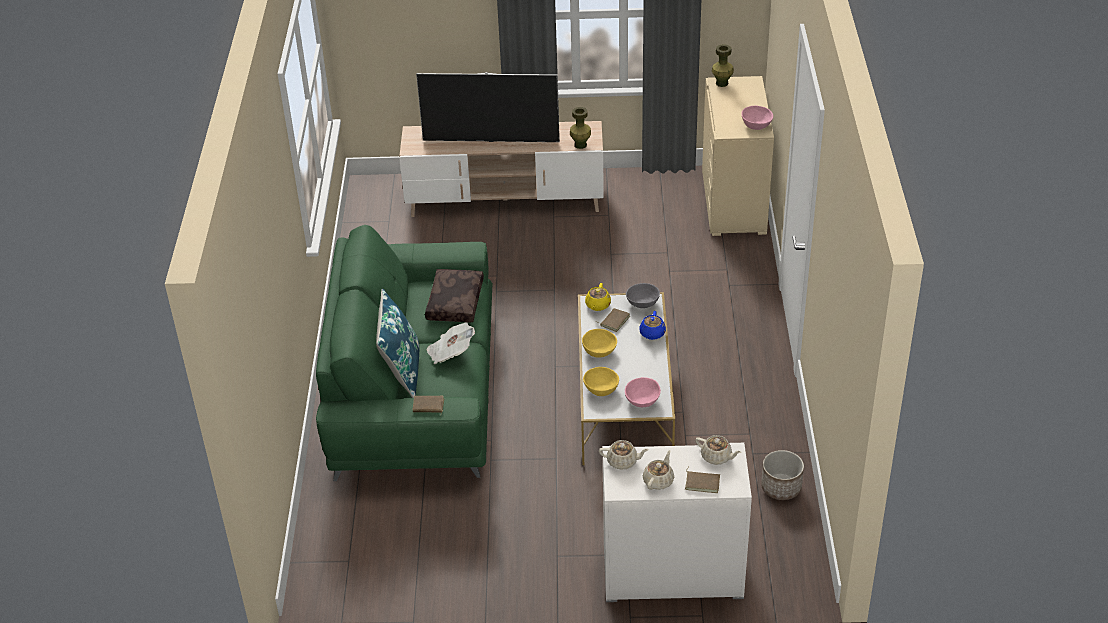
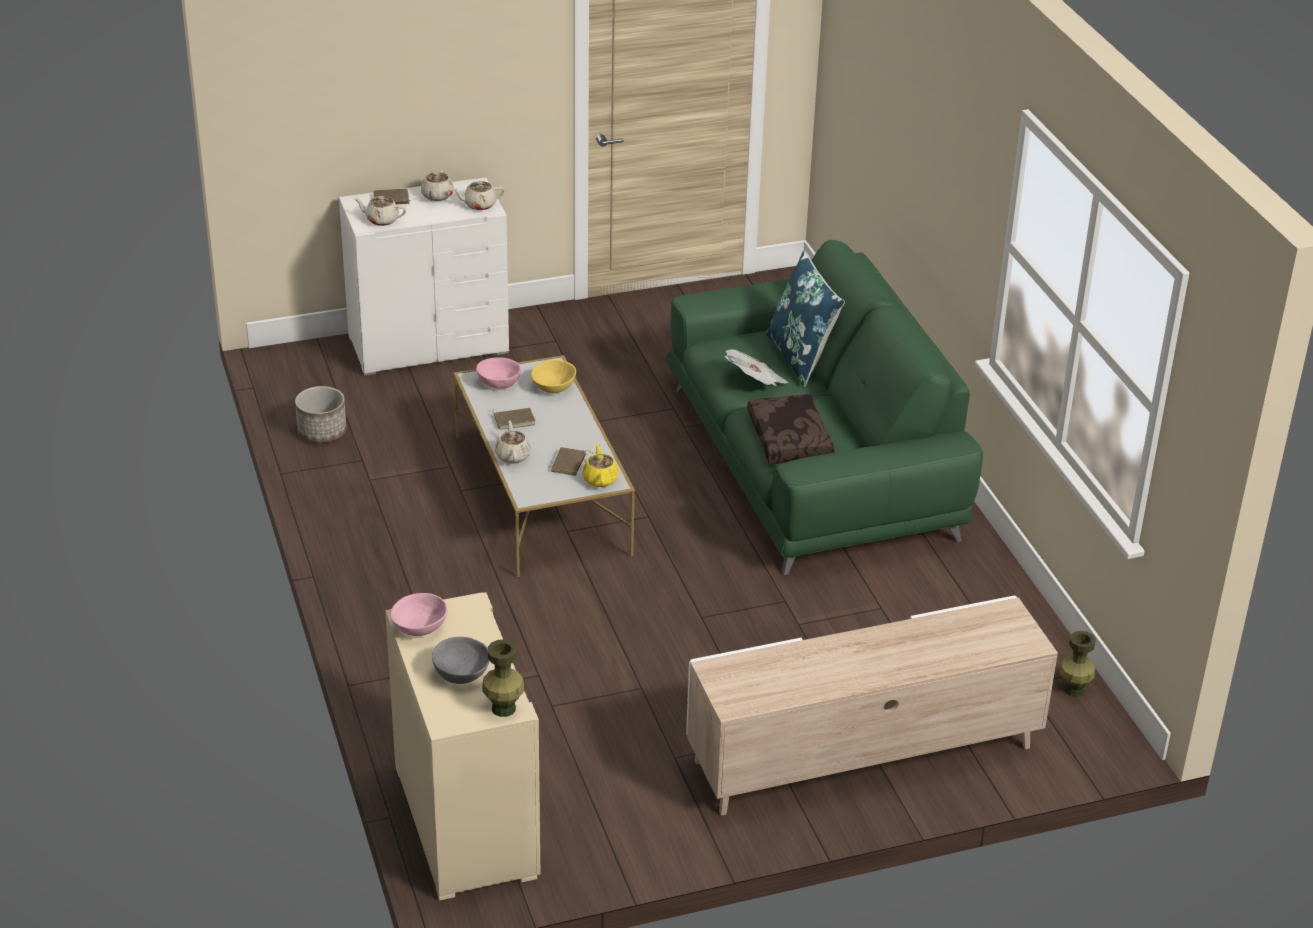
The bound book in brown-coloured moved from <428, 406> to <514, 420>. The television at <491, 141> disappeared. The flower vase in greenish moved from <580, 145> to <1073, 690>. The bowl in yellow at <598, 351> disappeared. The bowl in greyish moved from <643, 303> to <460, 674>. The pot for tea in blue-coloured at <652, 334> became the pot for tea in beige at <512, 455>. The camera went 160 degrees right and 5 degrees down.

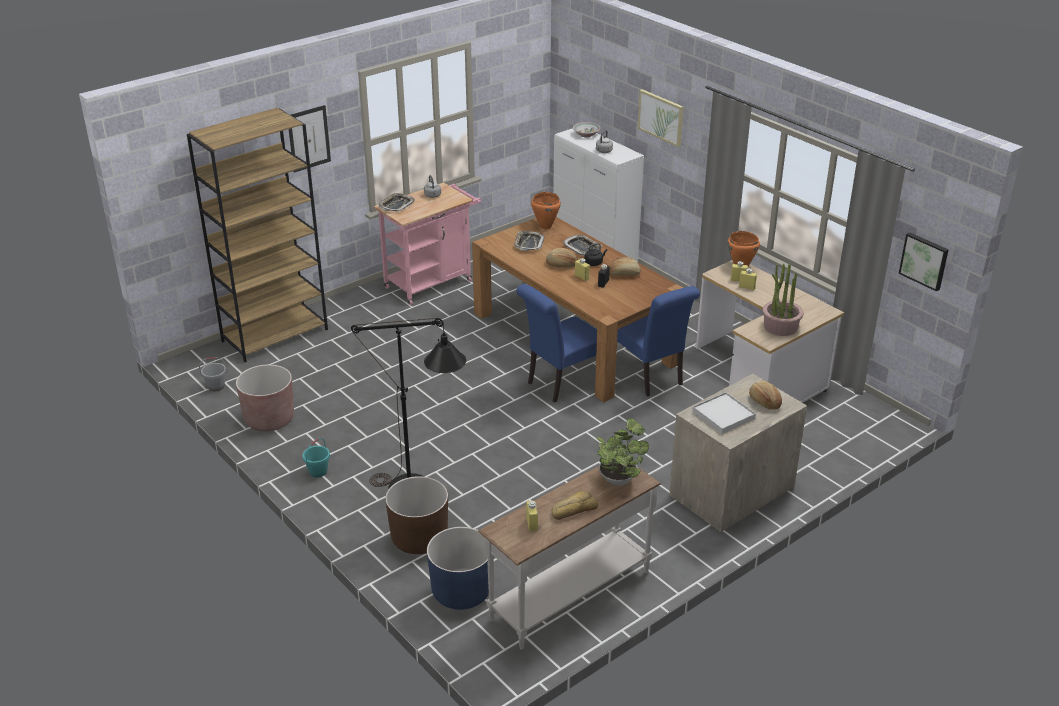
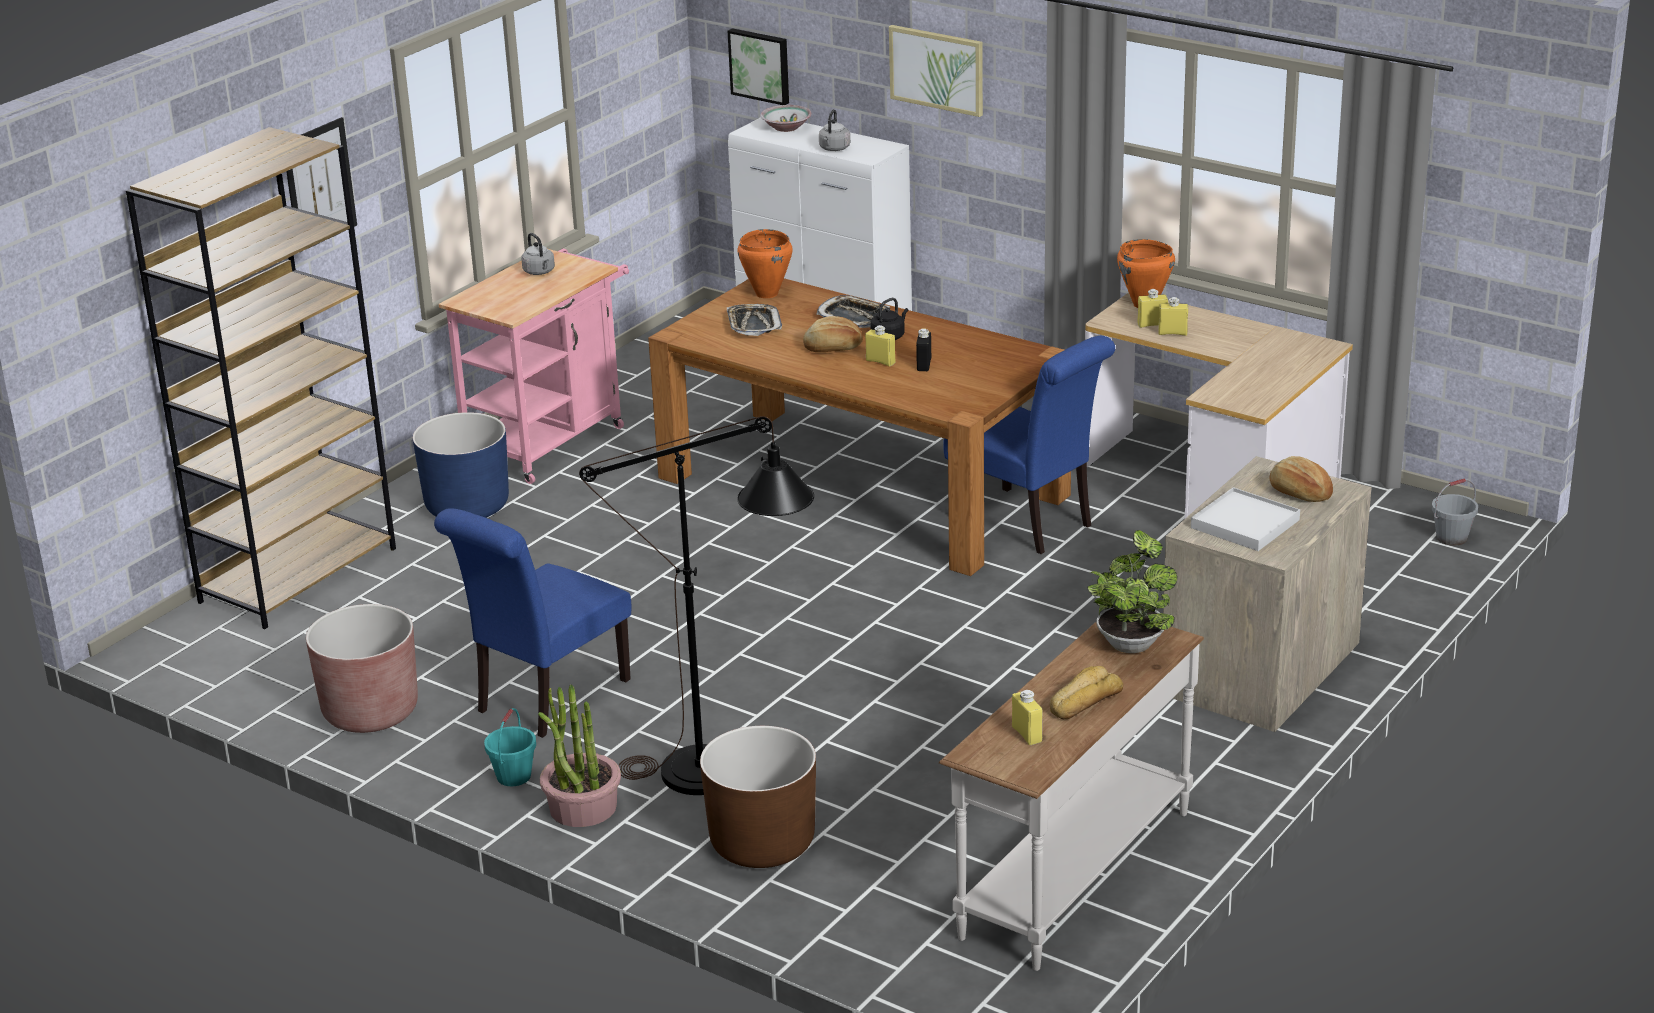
The water bucket in greyish moved from <216, 386> to <1451, 538>. The tray at <396, 205> disappeared. The plant pot in blue-coloured moved from <461, 591> to <467, 506>. The plain chair in blue-coloured moved from <561, 383> to <546, 699>. The bread at <624, 274> disappeared. The plant in a pot moved from <780, 327> to <582, 807>. The wall picture moved from <924, 260> to <760, 65>. The camera went 15 degrees left and 5 degrees down.

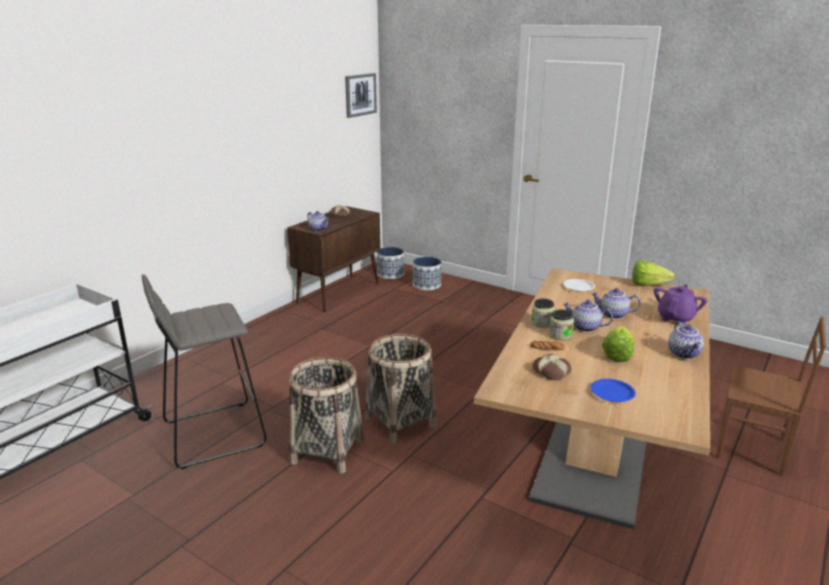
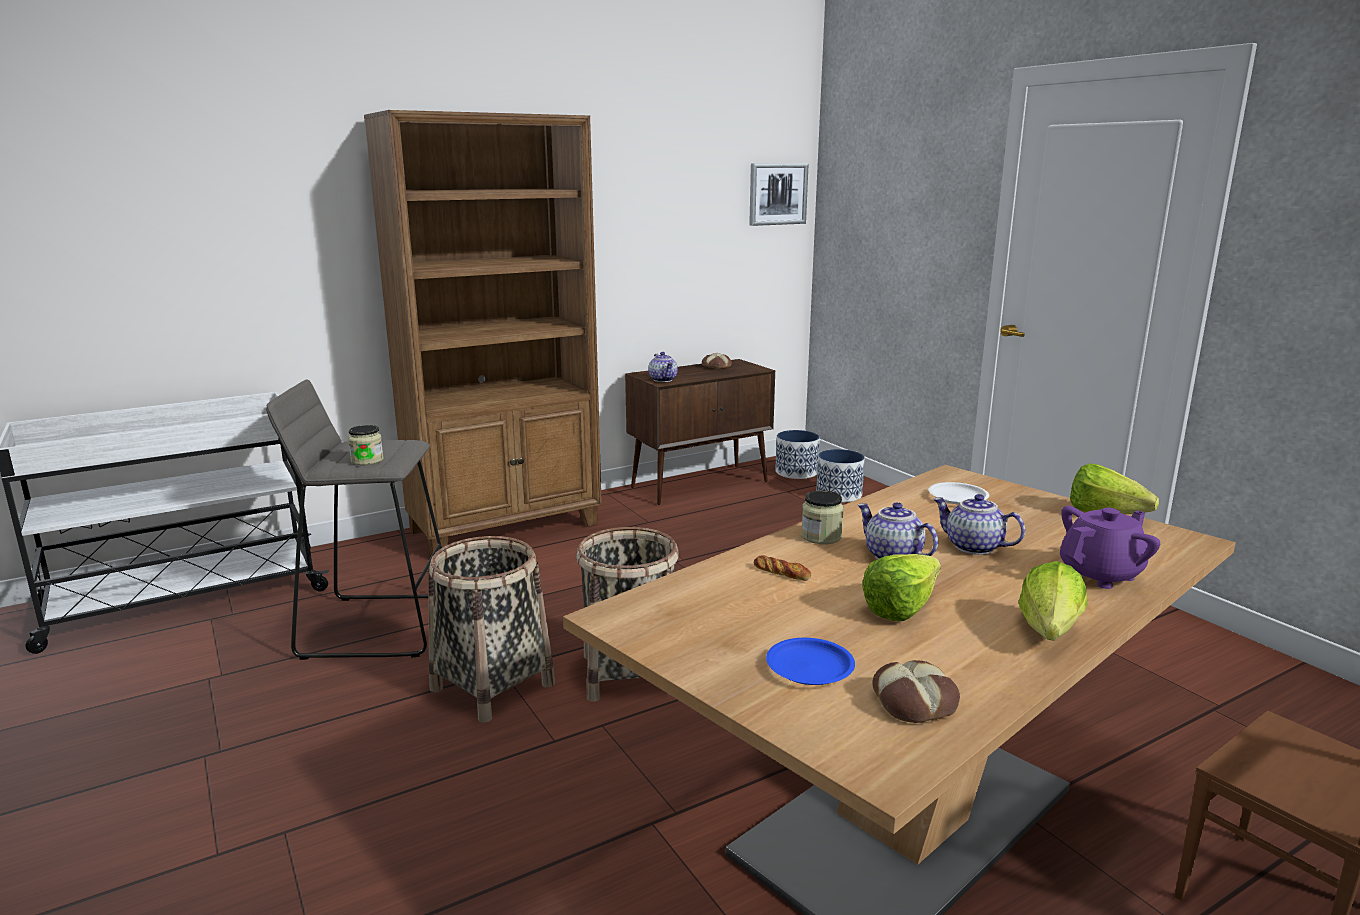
The bread moved from <552, 371> to <915, 701>. The preserve jar moved from <560, 335> to <367, 460>. The pot for tea at <684, 354> was replaced by the lettuce at <1046, 636>. The bookcase in brown-coloured at <507, 527> appeared. The camera went 25 degrees right and 5 degrees down.

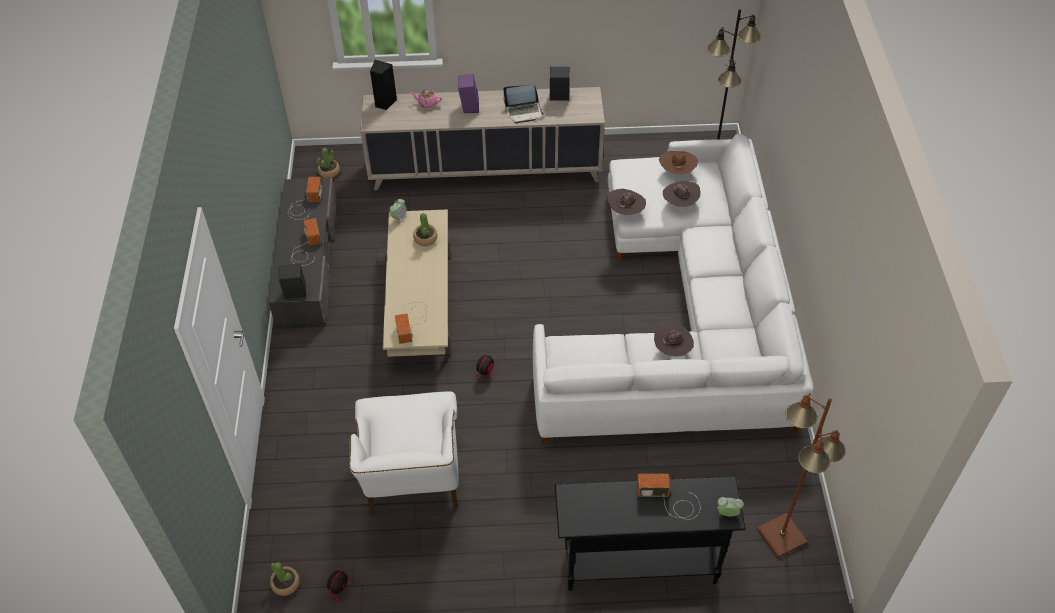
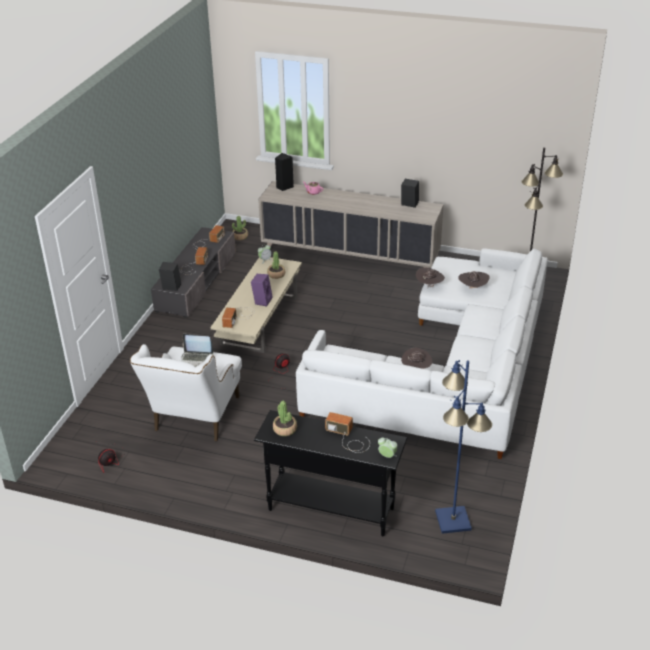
The plant in a pot moved from <286, 583> to <285, 429>. The loudspeaker in purplish moved from <468, 106> to <262, 300>. The laptop moved from <524, 112> to <197, 359>. The clothing hat in brown-coloured at <677, 172> disappeared. The standing lamp in brown-coloured at <781, 535> became the standing lamp in blue-coloured at <453, 520>. The camera went 20 degrees right and 15 degrees down.

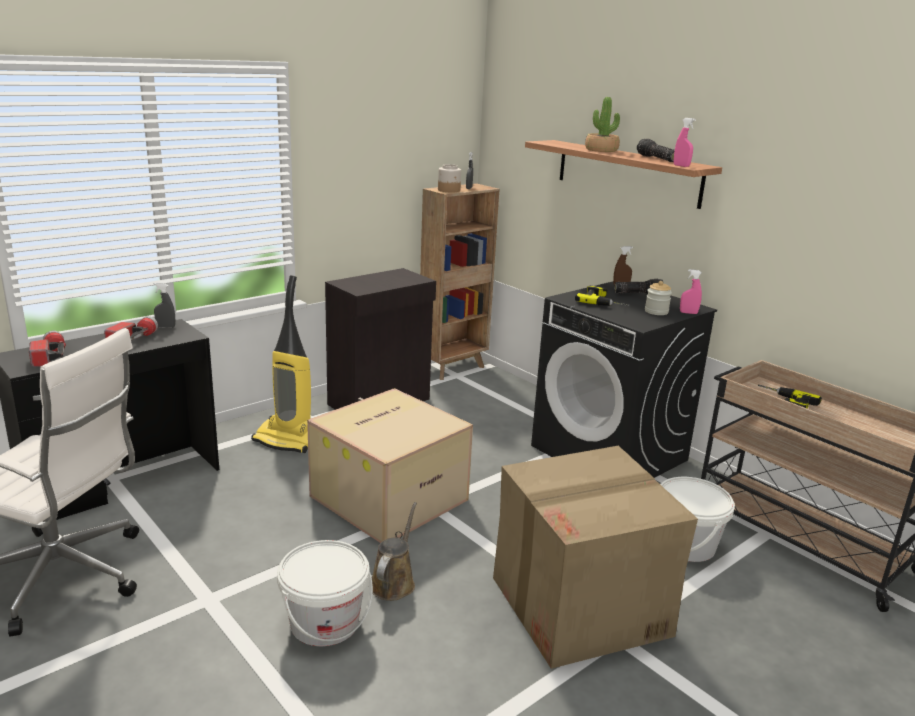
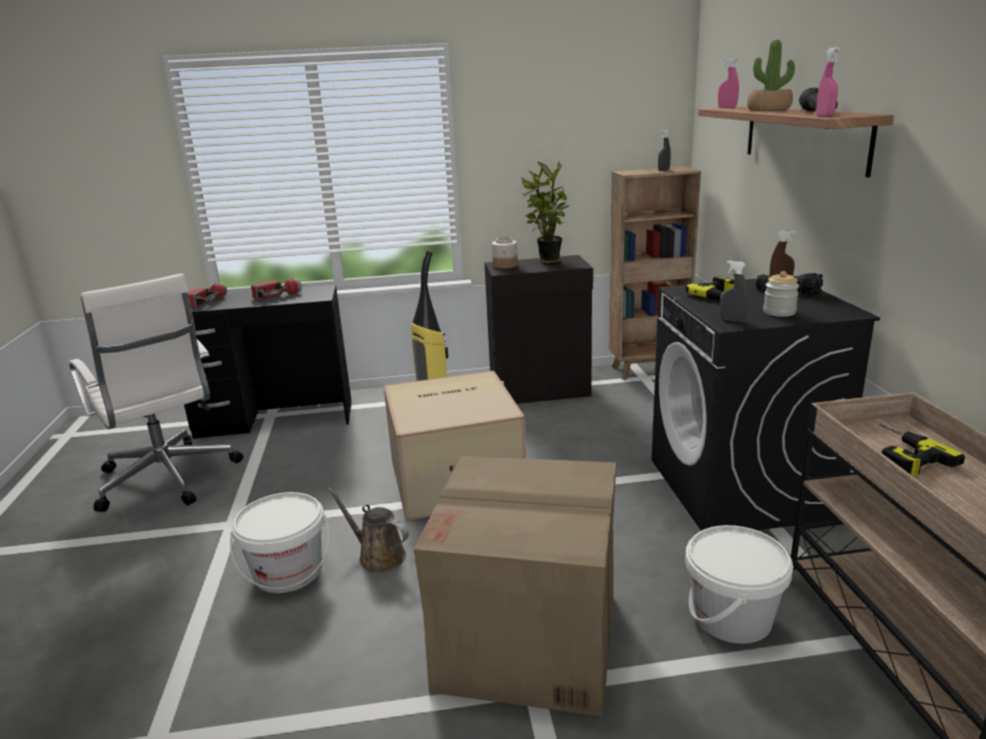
The hand sprayer in greyish moved from <165, 327> to <732, 320>. The sprinkling can in brown-coloured at <393, 582> turned 105 degrees counterclockwise. The preserve jar moved from <449, 190> to <505, 265>. The hand sprayer in pink moved from <688, 313> to <727, 107>. The plant in a pot at <547, 261> appeared. The camera went 35 degrees right and 0 degrees up.

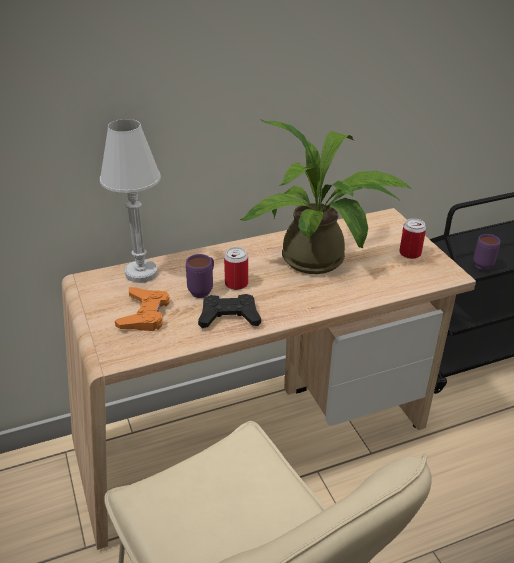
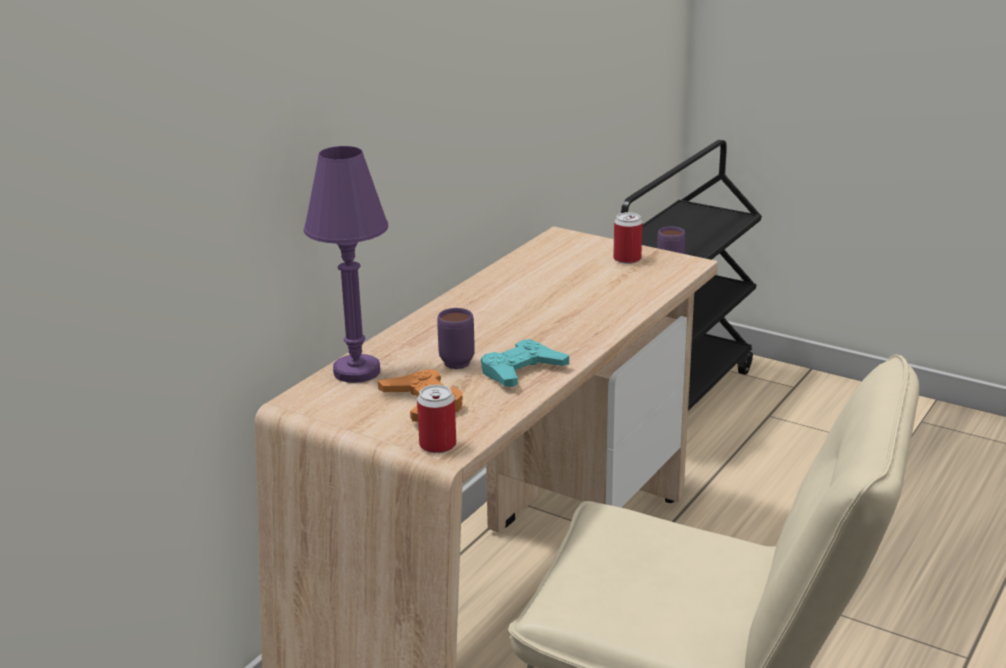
The tabletop lamp in white at <141, 273> became the tabletop lamp in purplish at <356, 371>. The gamepad in blackish at <229, 317> became the gamepad in turquoise at <522, 371>. The metal can moved from <236, 284> to <437, 445>. The plant in a pot at <320, 262> disappeared. The camera went 35 degrees left and 10 degrees down.

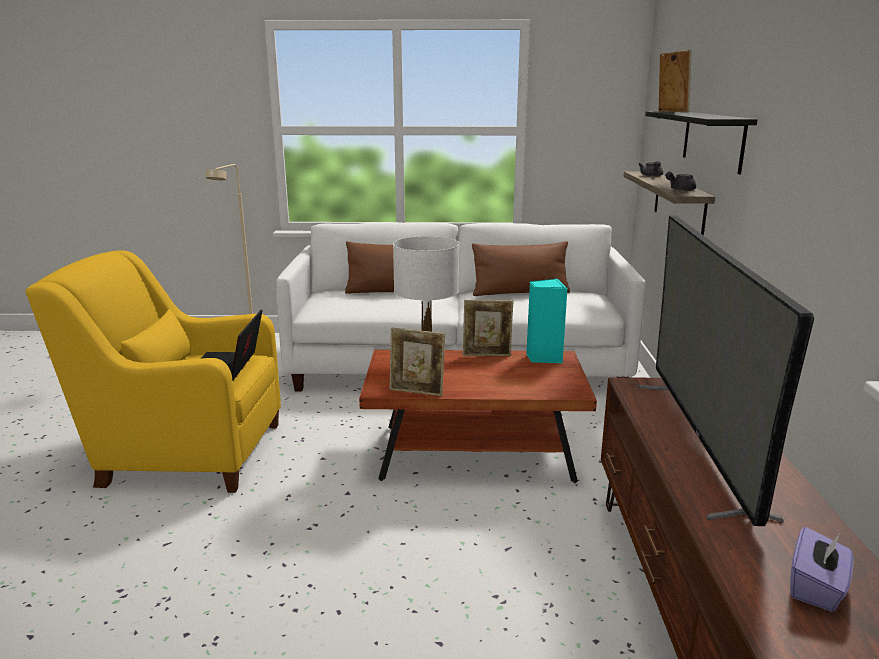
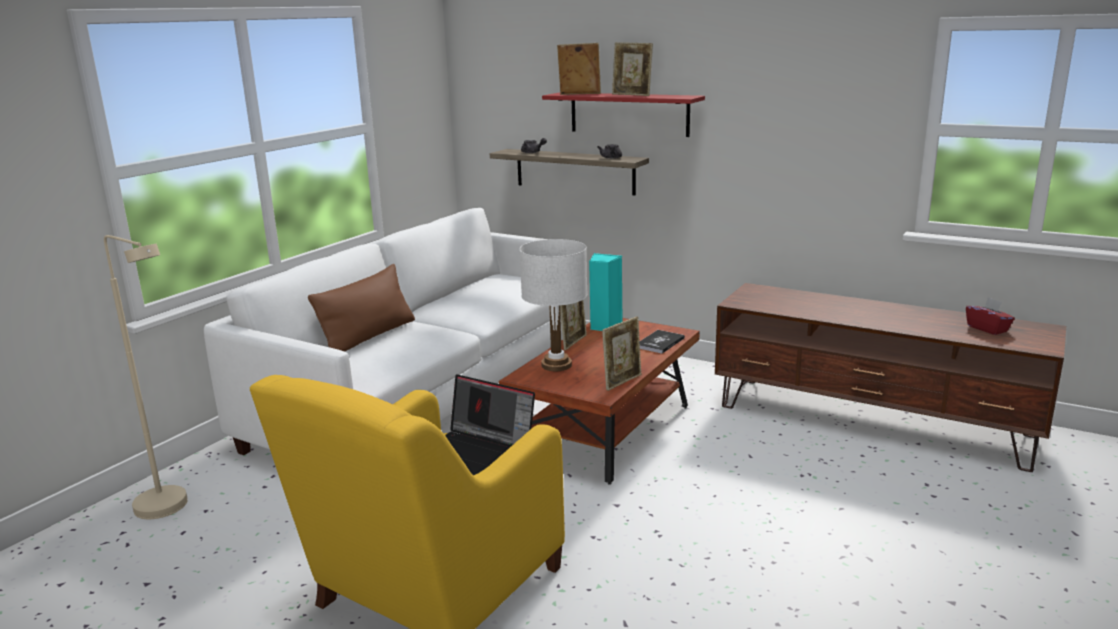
The pillow in brown-coloured at <520, 293> disappeared. The television at <698, 441> disappeared. The shelf in blackish at <712, 140> became the shelf in red at <629, 114>. The tissue holder in purplish at <816, 588> became the tissue holder in red at <987, 329>. The standing frame at <632, 95> appeared. The bound book at <660, 343> appeared. The camera went 60 degrees left and 0 degrees up.

